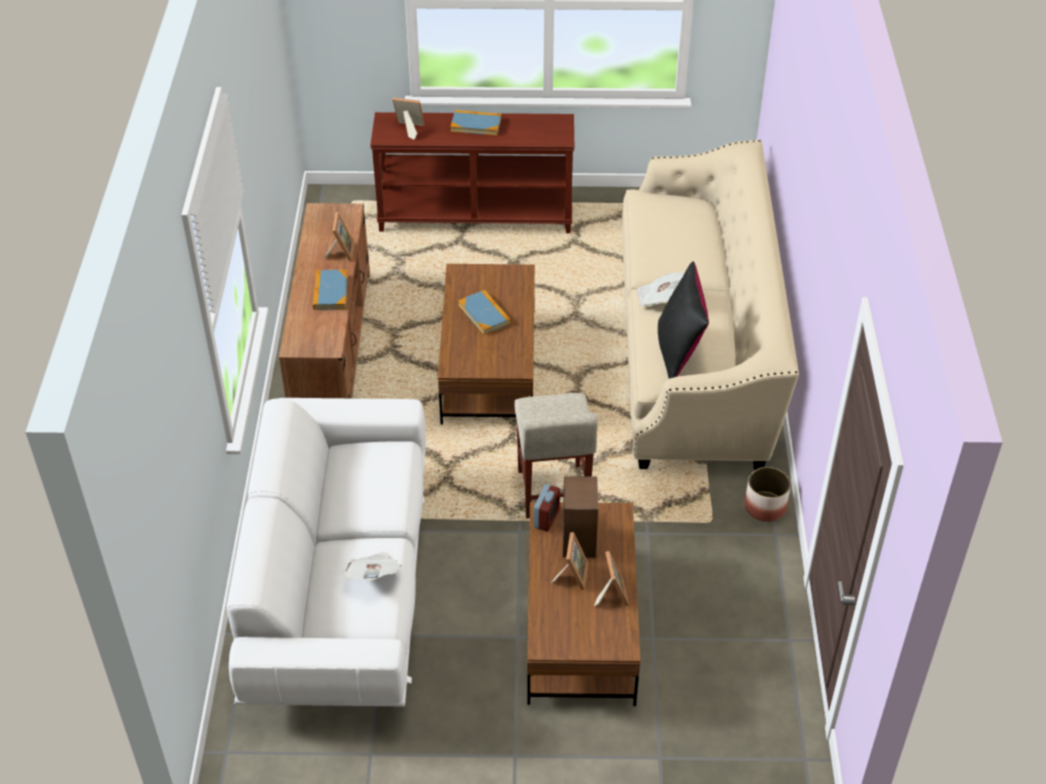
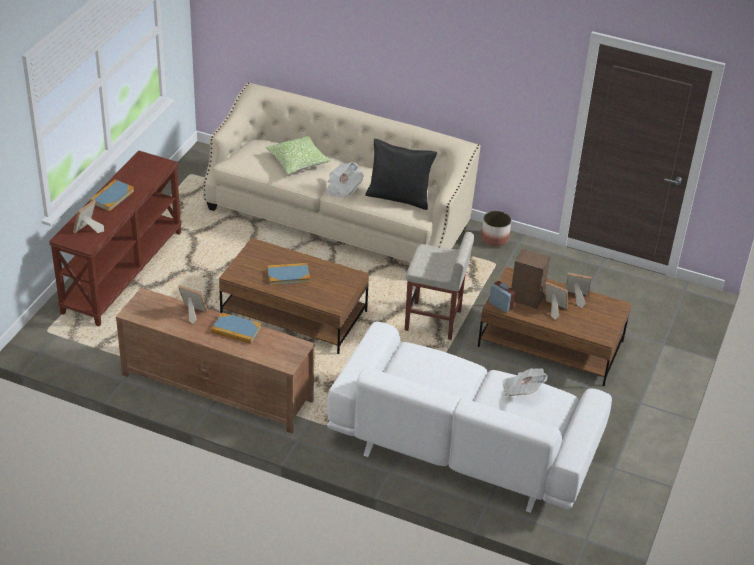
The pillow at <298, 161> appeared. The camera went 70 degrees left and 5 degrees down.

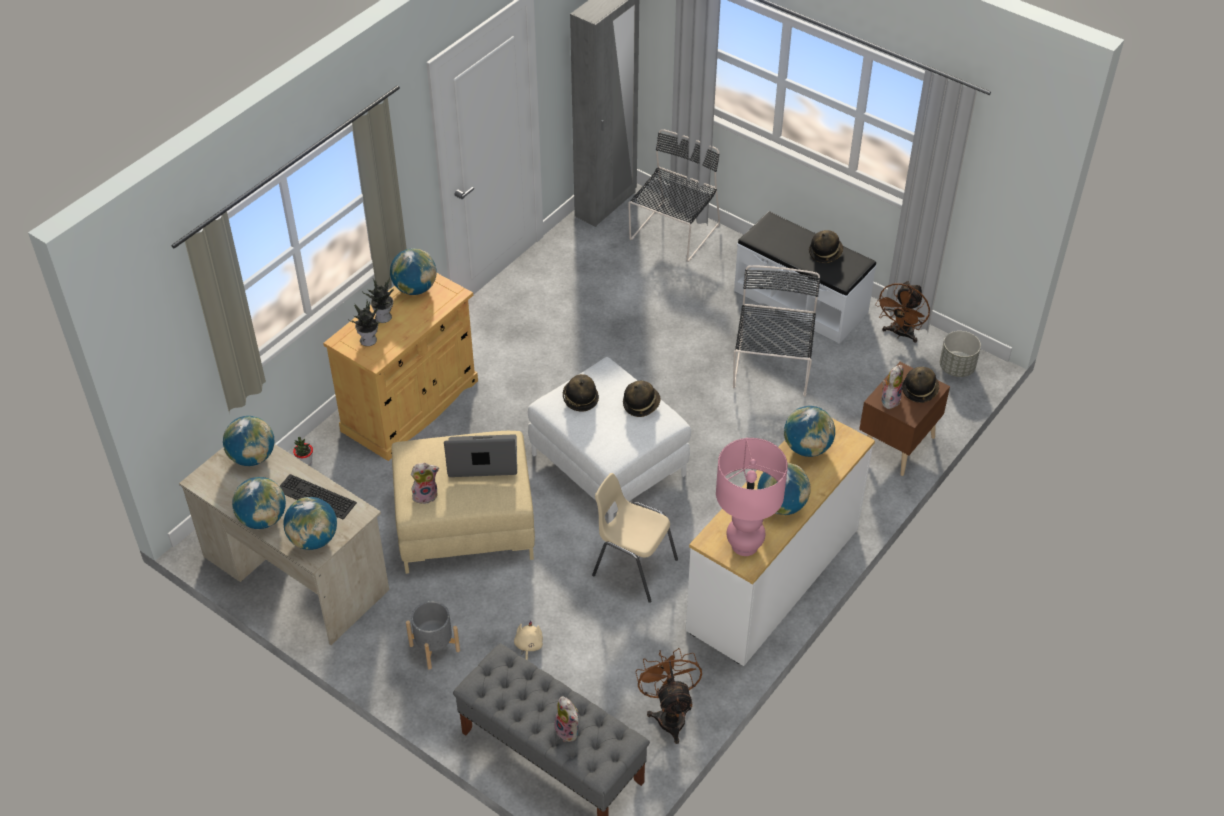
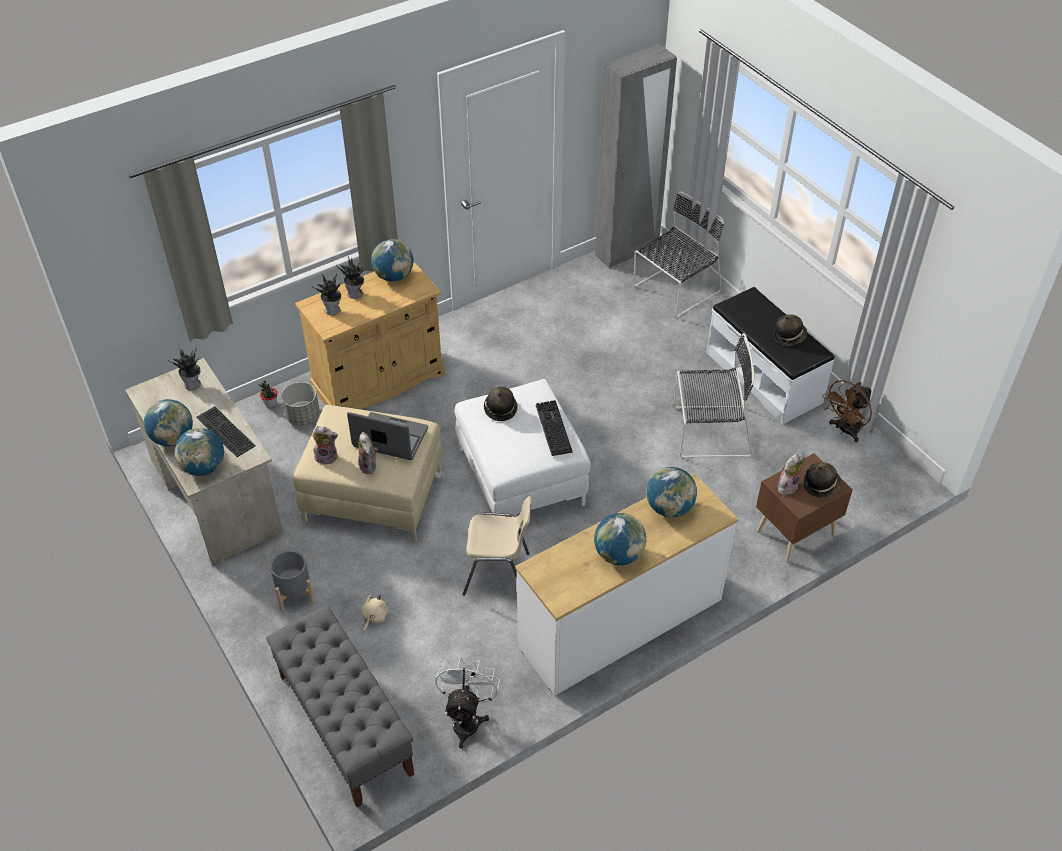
The world globe at <252, 457> was replaced by the plant in a pot at <193, 384>. The soft toy moved from <568, 731> to <369, 466>. The plain chair in beige at <632, 567> turned 135 degrees clockwise. The clothing hat at <641, 404> was replaced by the keyboard at <552, 428>. The fan in brown-coloured at <669, 714> became the fan in white at <467, 719>. The tabletop lamp in pink at <744, 545> disappeared. The plain chair in blackish at <772, 369> turned 60 degrees clockwise. The plant pot in greyish moved from <956, 368> to <302, 416>. The camera went 20 degrees right and 0 degrees up.

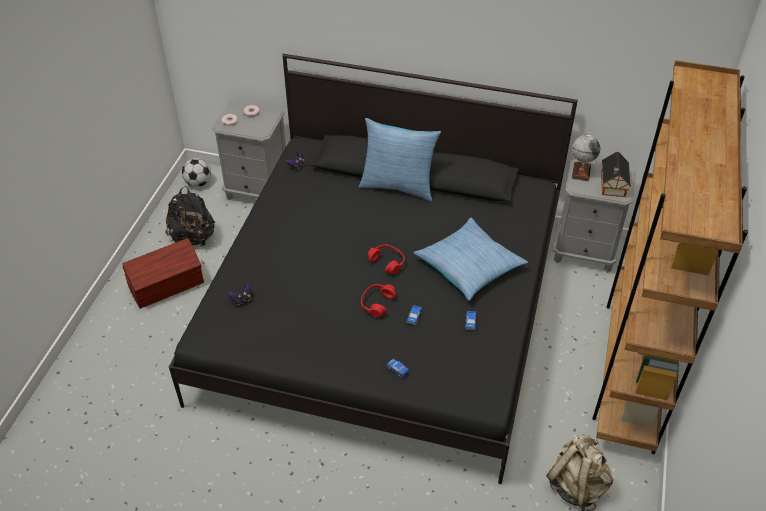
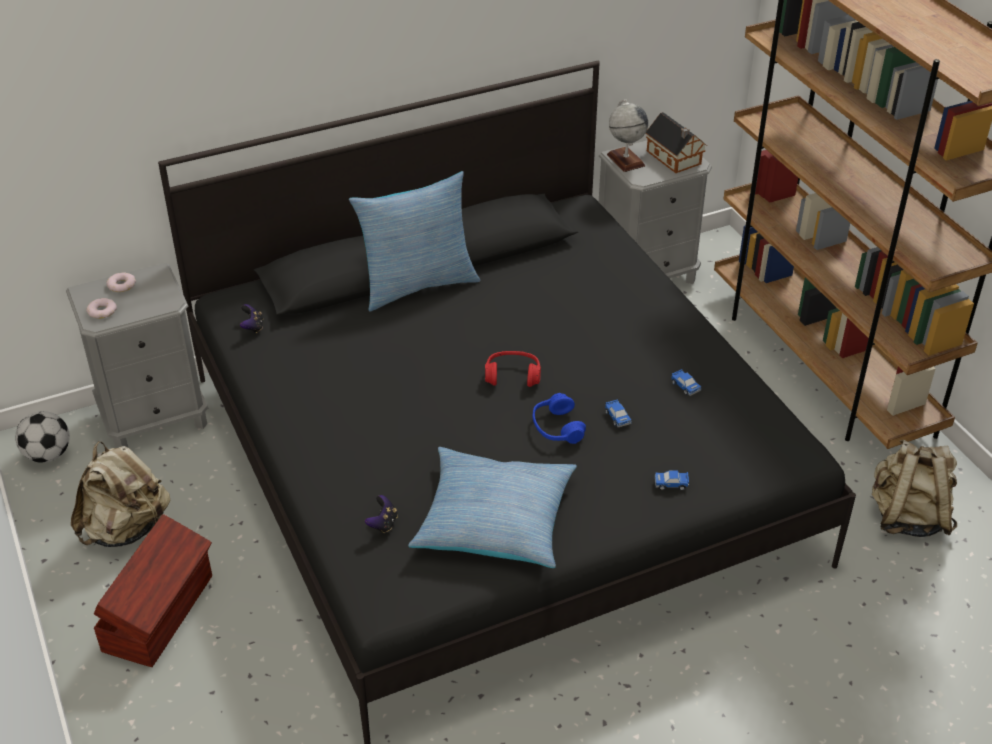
The backpack in blackish at <193, 238> became the backpack in beige at <127, 529>. The headset in red at <377, 303> became the headset in blue-coloured at <557, 428>. The pillow moved from <469, 266> to <495, 519>. The camera went 40 degrees left and 5 degrees down.

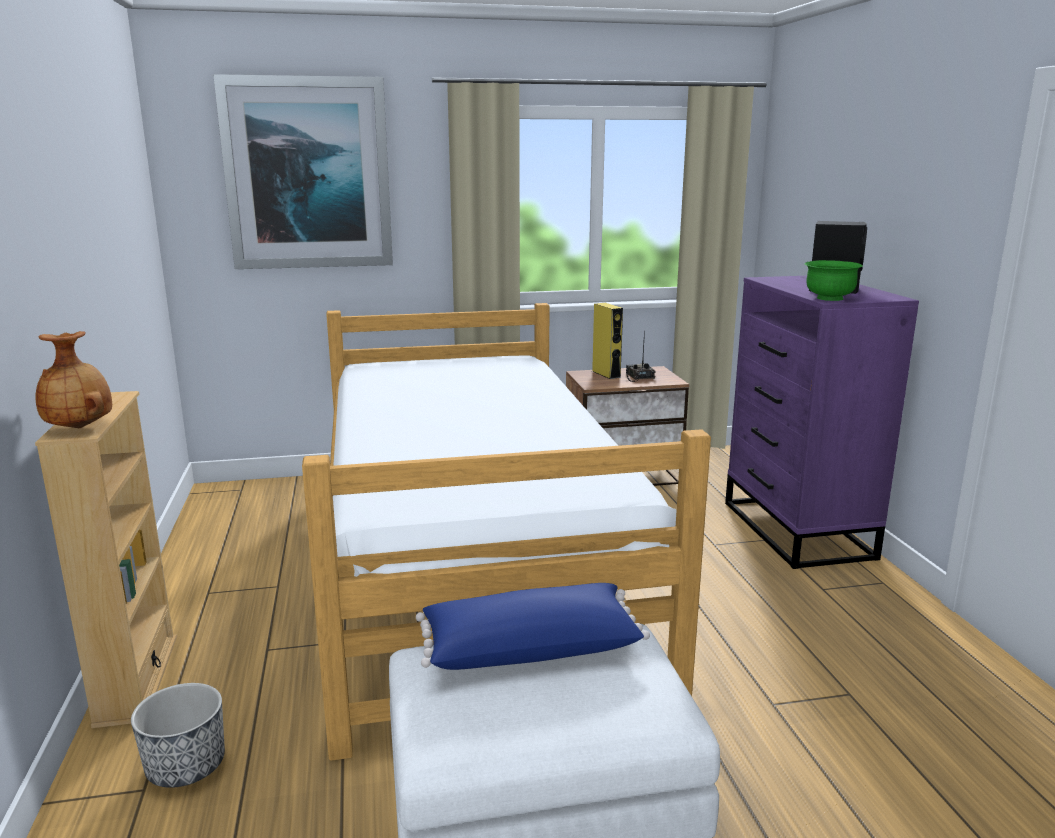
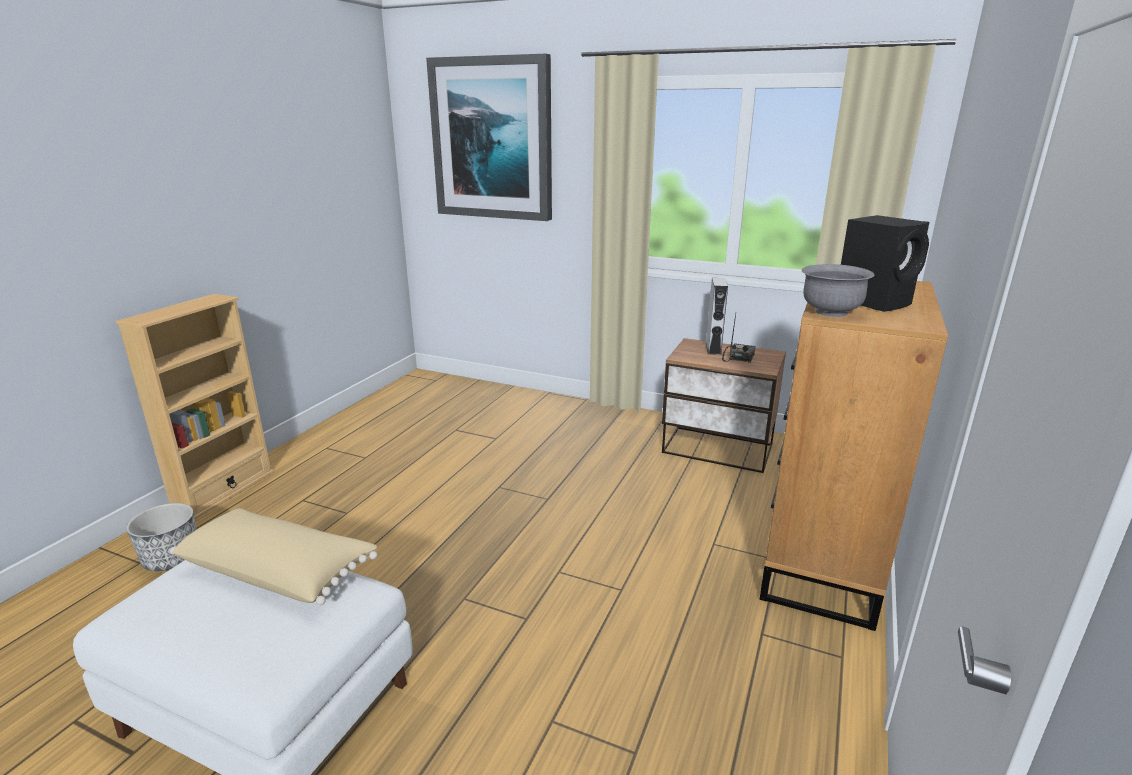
The flower vase in brown-coloured at <80, 427> disappeared. The bedroom bed at <472, 569> disappeared. The pillow in blue-coloured at <529, 647> became the pillow in beige at <279, 571>. The loudspeaker in yellow at <606, 374> became the loudspeaker in greyish at <713, 348>. The drawer chest in purplish at <797, 530> became the drawer chest in brown-coloured at <821, 562>. The bowl in greenish at <829, 298> became the bowl in greyish at <830, 312>. The camera went 35 degrees right and 5 degrees up.

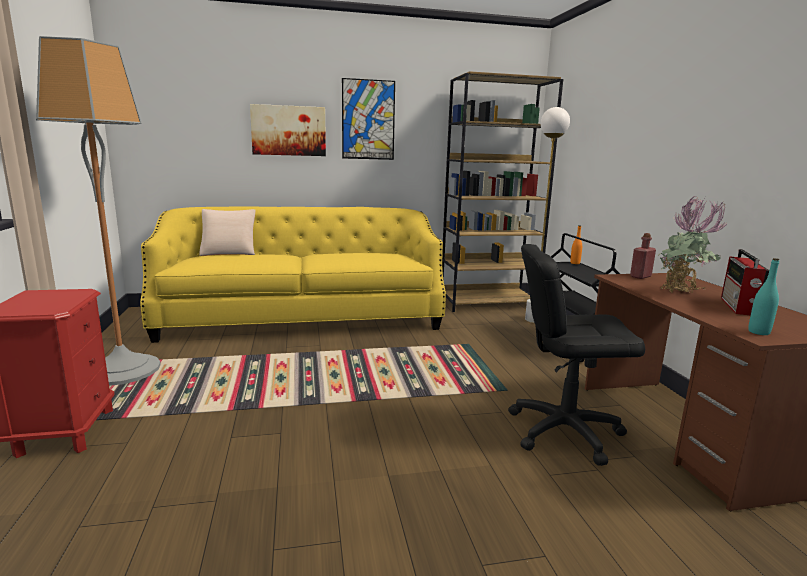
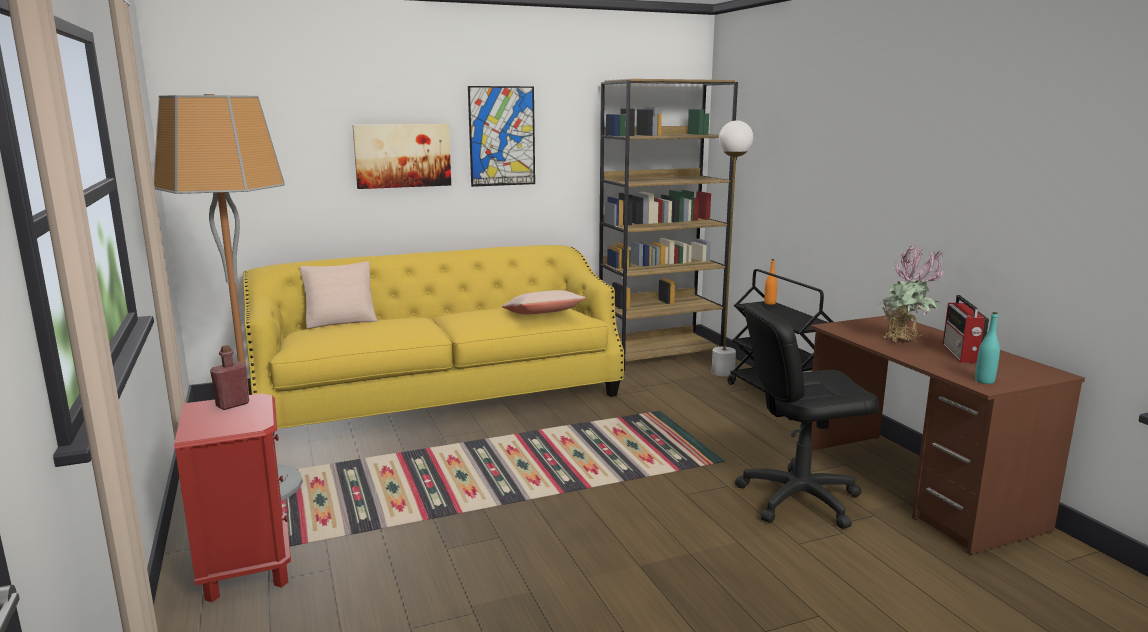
The drink bottle in red moved from <640, 276> to <232, 405>. The pillow in beige at <543, 315> appeared. The camera went 10 degrees left and 0 degrees up.

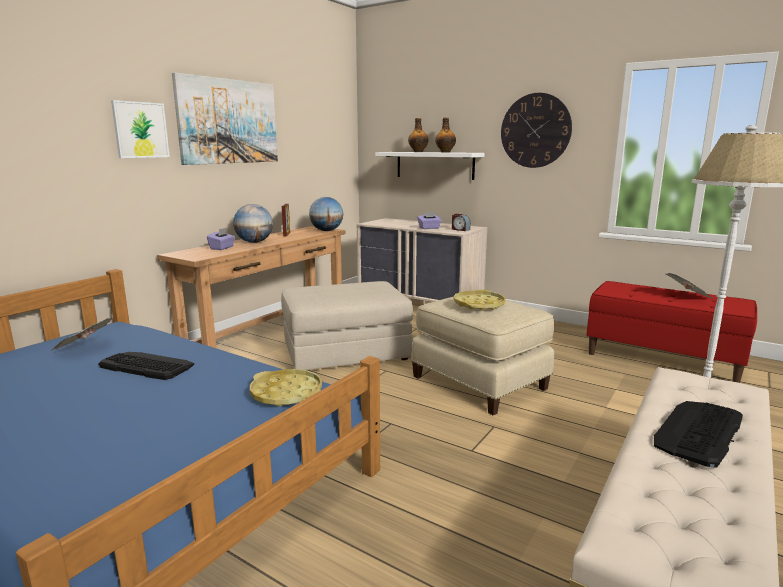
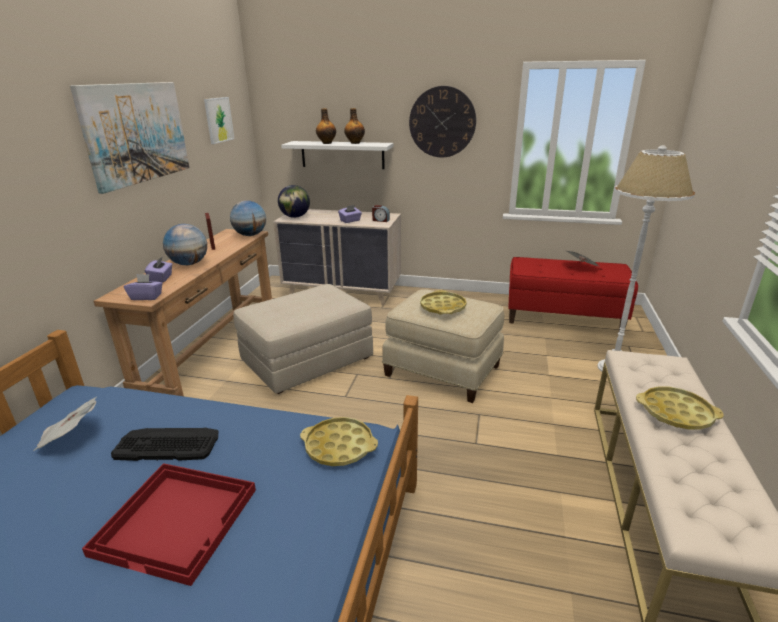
The wall picture moved from <140, 130> to <218, 120>. The keyboard at <698, 432> was replaced by the tray in yellow at <676, 413>. The tray in red at <178, 520> appeared. The tissue holder in purplish at <146, 297> appeared. The world globe at <295, 217> appeared. The camera went 20 degrees left and 10 degrees up.

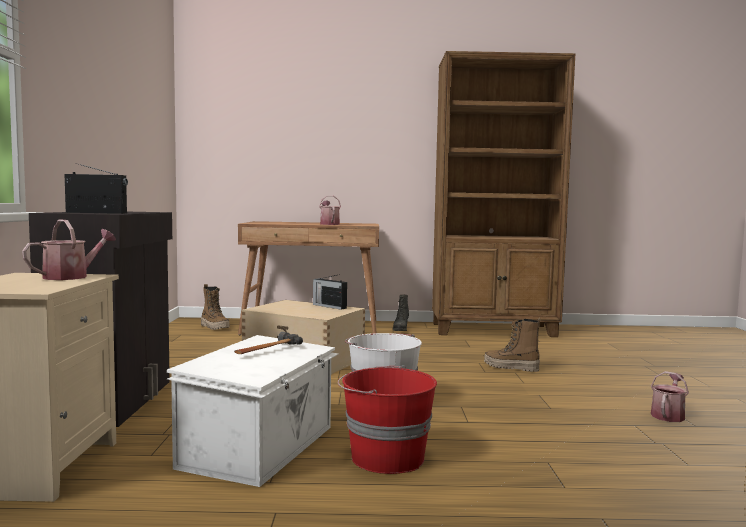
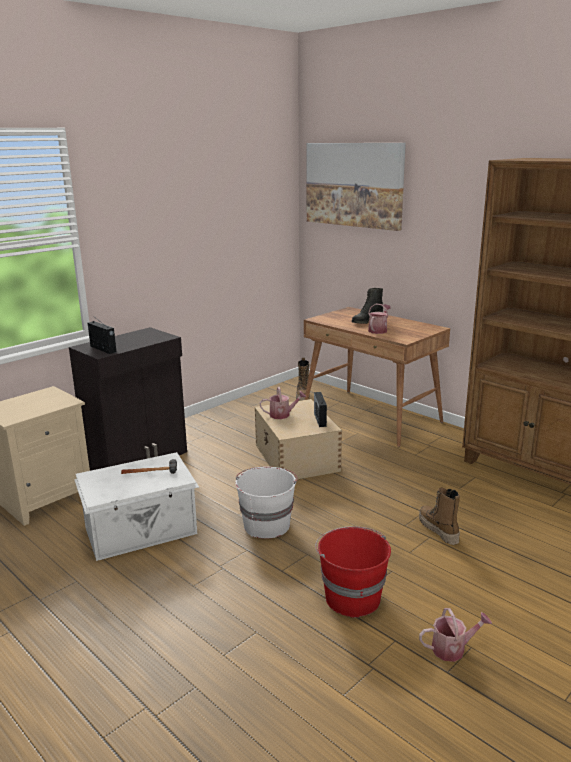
The sprinkling can moved from <71, 277> to <282, 415>. The water bucket in red moved from <385, 457> to <351, 597>. The boot in blackish moved from <400, 329> to <366, 321>. The wall picture at <354, 185> appeared. The camera went 45 degrees right and 15 degrees up.

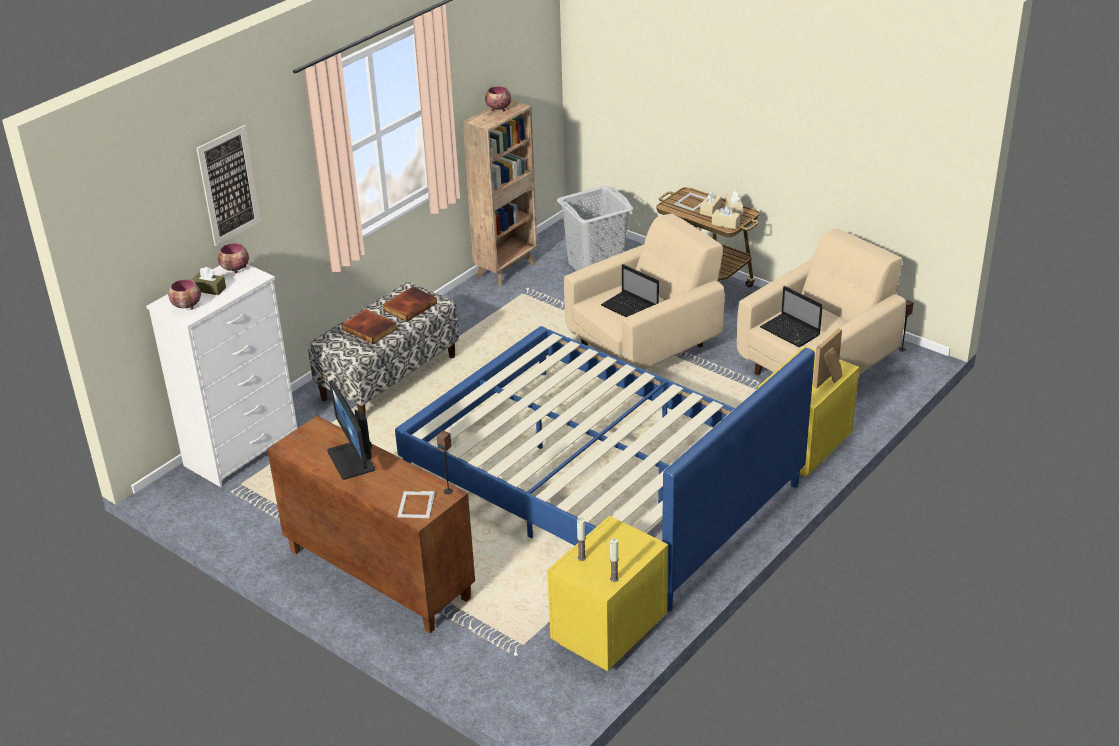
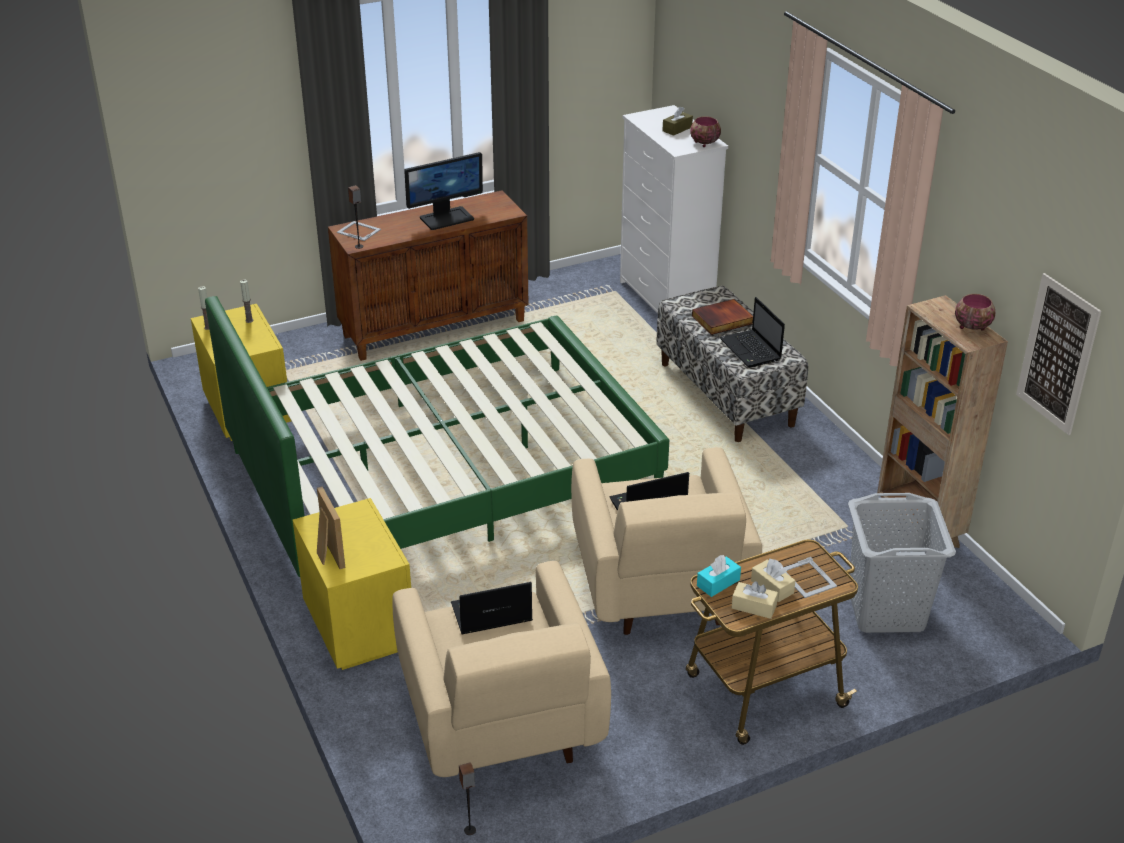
The bowl at <187, 306> disappeared. The wall picture moved from <229, 185> to <1057, 354>. The monitor at <352, 460> turned 150 degrees clockwise. The bound book at <409, 306> was replaced by the laptop at <751, 350>. The bedroom bed in blue-coloured at <599, 481> became the bedroom bed in greenish at <442, 471>. The tissue holder in beige at <725, 224> became the tissue holder in turquoise at <718, 583>. The camera went 115 degrees right and 0 degrees up.

